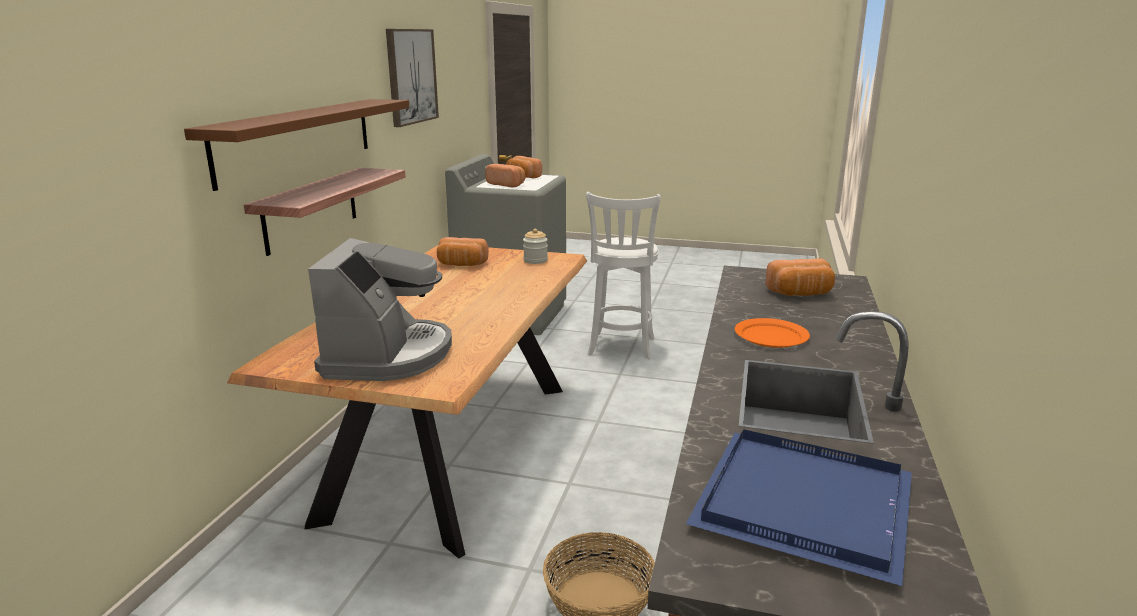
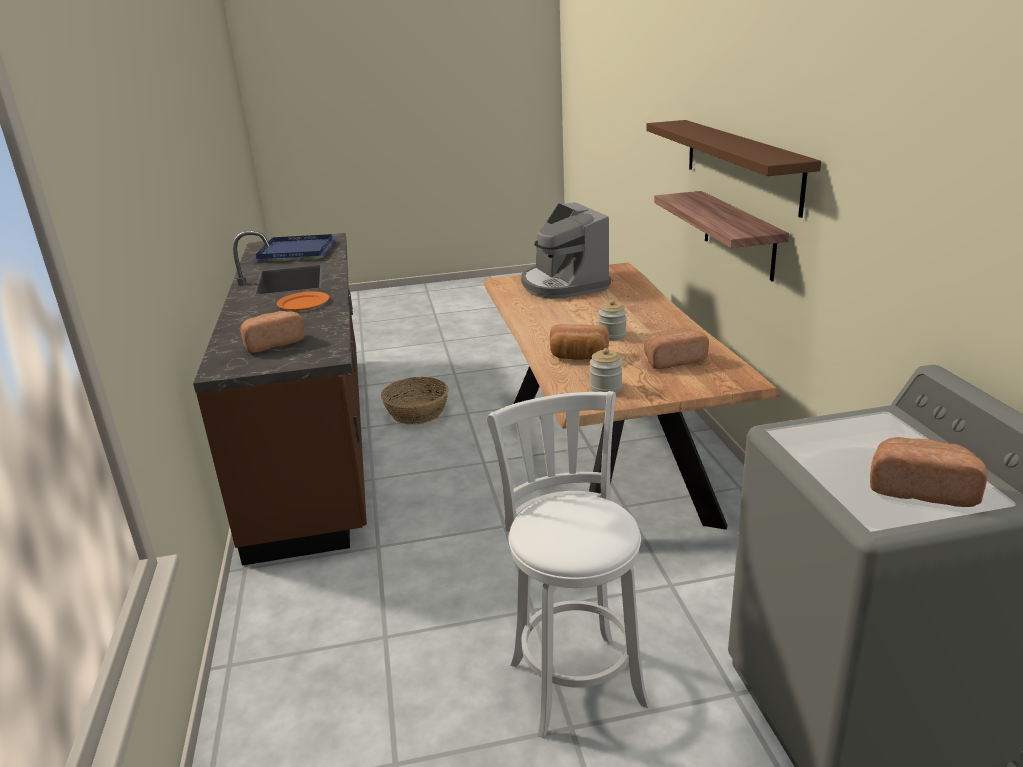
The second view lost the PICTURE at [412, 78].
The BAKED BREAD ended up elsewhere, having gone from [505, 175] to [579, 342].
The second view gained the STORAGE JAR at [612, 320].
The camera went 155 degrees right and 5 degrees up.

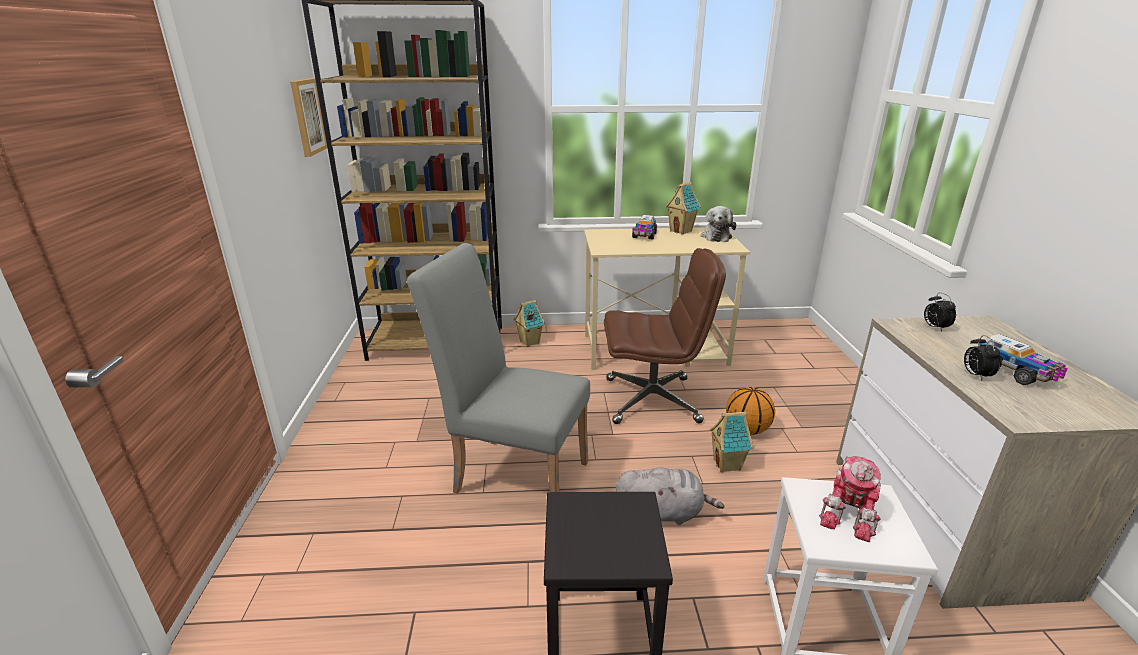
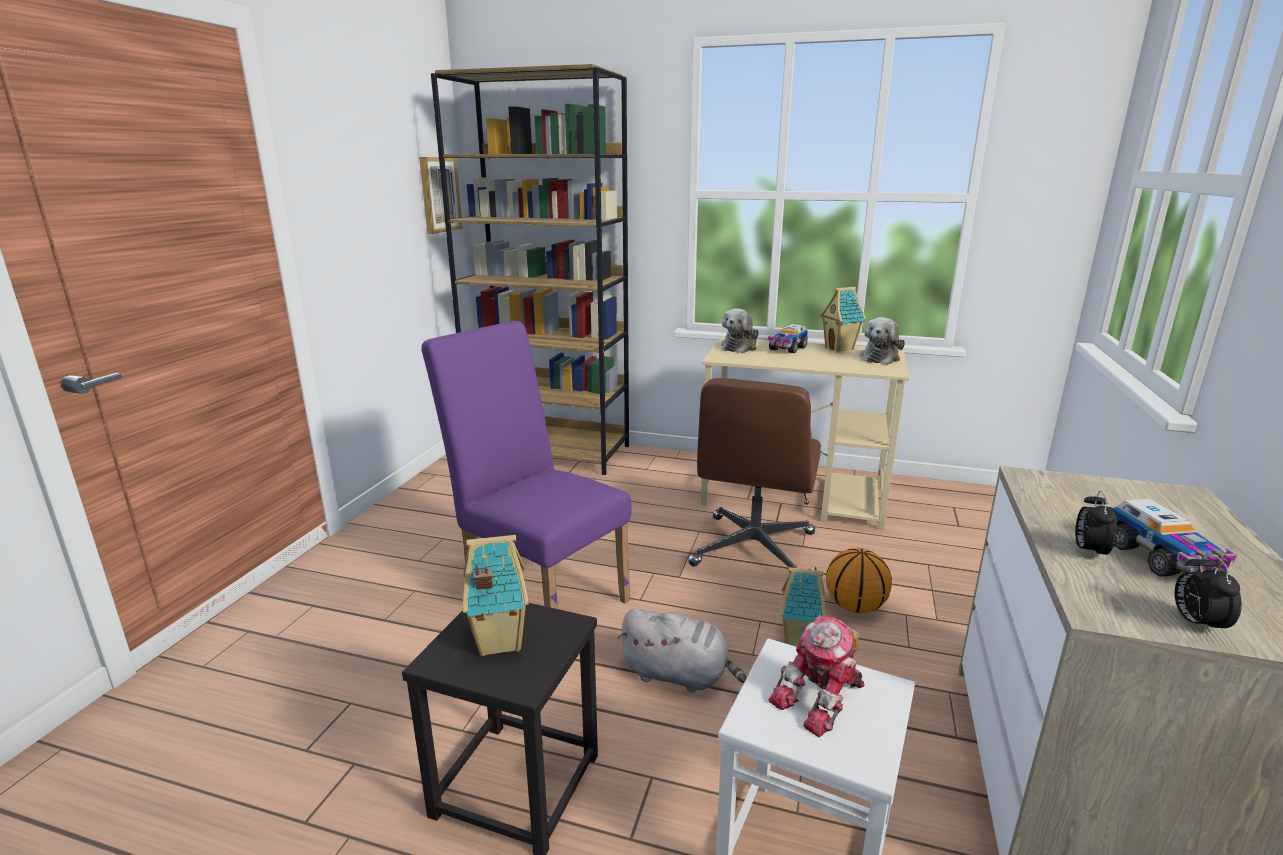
What was the GREY CHAIR at [498, 368] turned into the PURPLE CHAIR at [526, 464].
The MODEL HOUSE ended up elsewhere, having gone from [529, 323] to [496, 595].
The BROWN-COLOURED COMPUTER CHAIR at [665, 336] ended up facing another way, 90 degrees clockwise from before.
The BEDSIDE CLOCK ended up elsewhere, having gone from [940, 312] to [1208, 594].
The second view gained the SOFT TOY at [740, 330].
The camera went 20 degrees right and 5 degrees down.

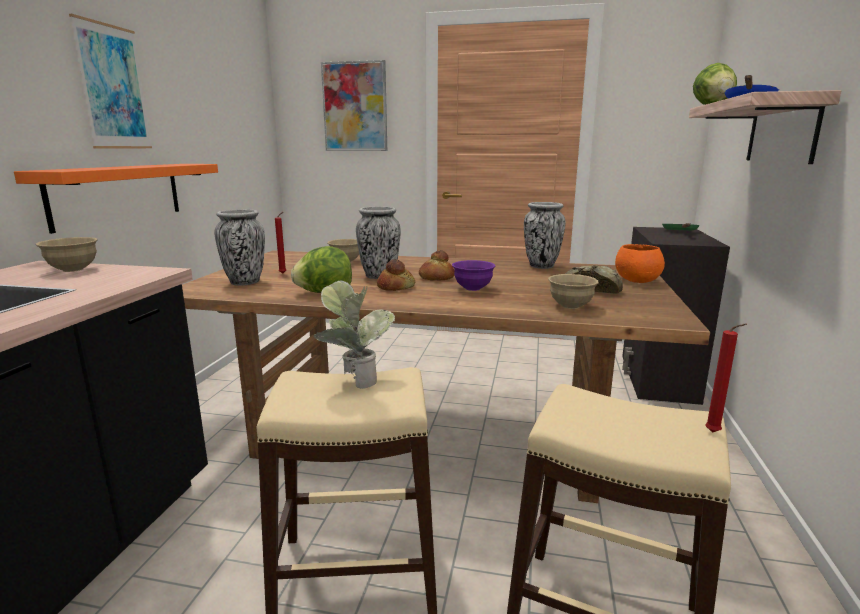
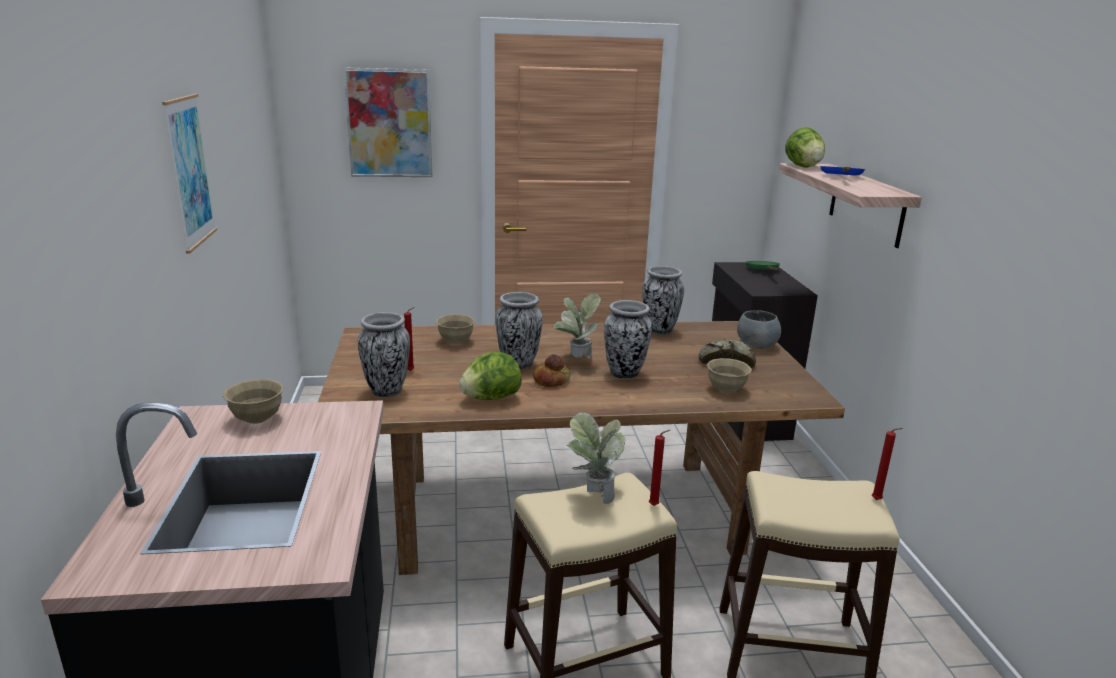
The second view lost the ORANGE-COLOURED WALL SHELF at [116, 199].
Where the BAKED BREAD stood at [437, 265], the PLANT IN A POT came to stand at [577, 327].
Where the PURPLE SERVING BOWL stood at [474, 275], the VASE came to stand at [628, 339].
What was the ORANGE-COLOURED SERVING BOWL at [640, 263] turned into the GREY SERVING BOWL at [759, 329].
The second view gained the RED-COLOURED CANDLE at [659, 468].
The camera went 20 degrees left and 5 degrees up.

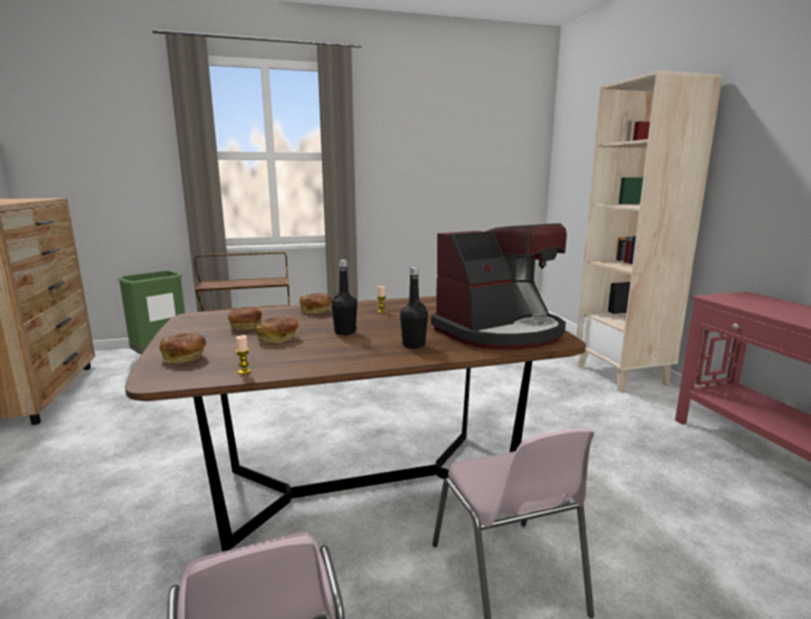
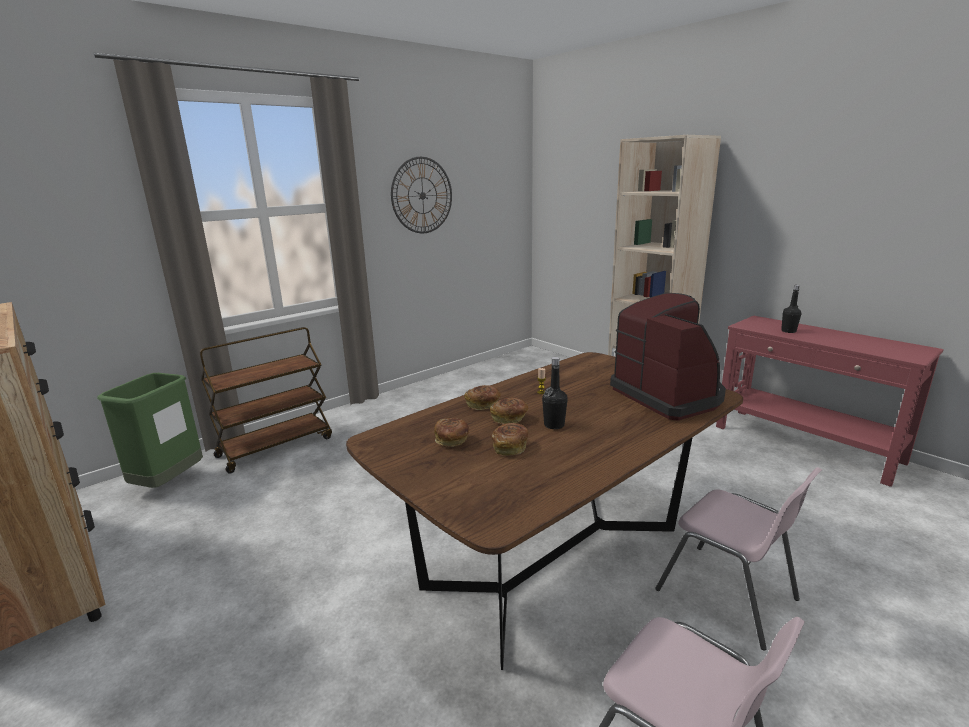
The BAKED BREAD ended up elsewhere, having gone from [183, 348] to [509, 411].
The second view lost the CANDLE at [243, 355].
The BLACKISH DRINK BOTTLE ended up elsewhere, having gone from [414, 308] to [791, 309].
The COFFEE BREWER at [499, 286] ended up facing another way, 60 degrees counterclockwise from before.
The second view gained the CLOCK ON THE WALL at [421, 195].
The camera went 25 degrees left and 5 degrees up.

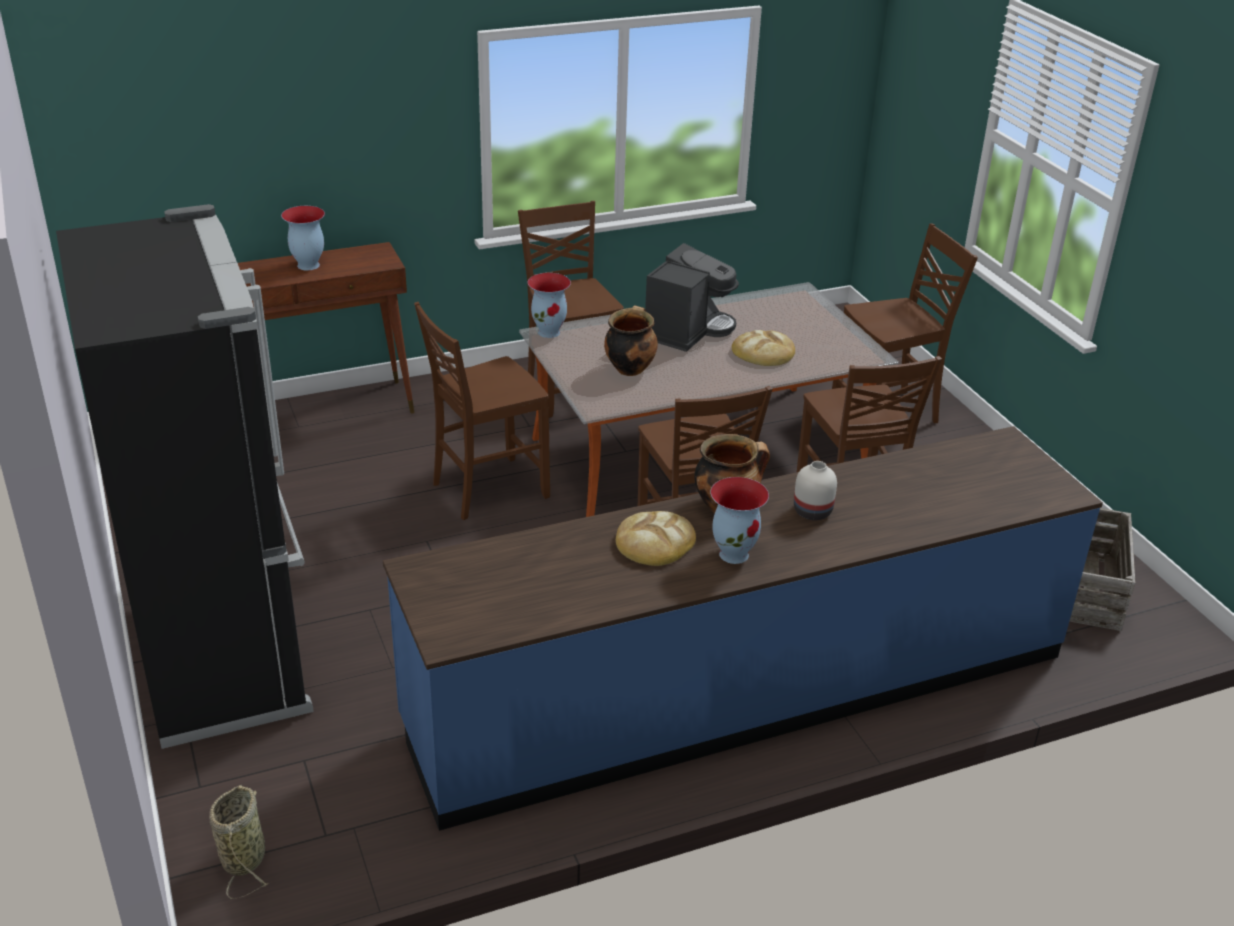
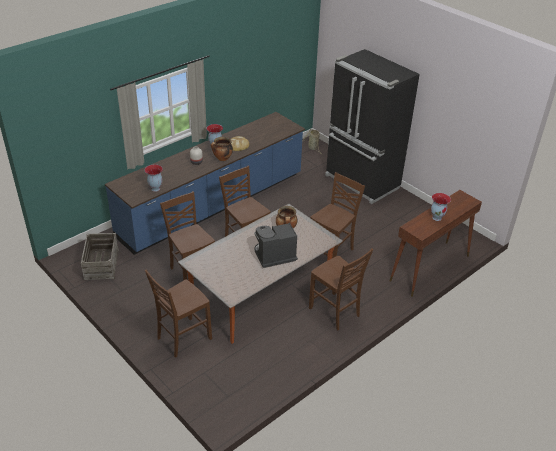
The VASE ended up elsewhere, having gone from [549, 305] to [154, 178].
The COFFEE BREWER at [692, 297] ended up facing another way, 60 degrees clockwise from before.
The second view lost the BAKED BREAD at [763, 348].
The camera went 160 degrees right and 5 degrees up.

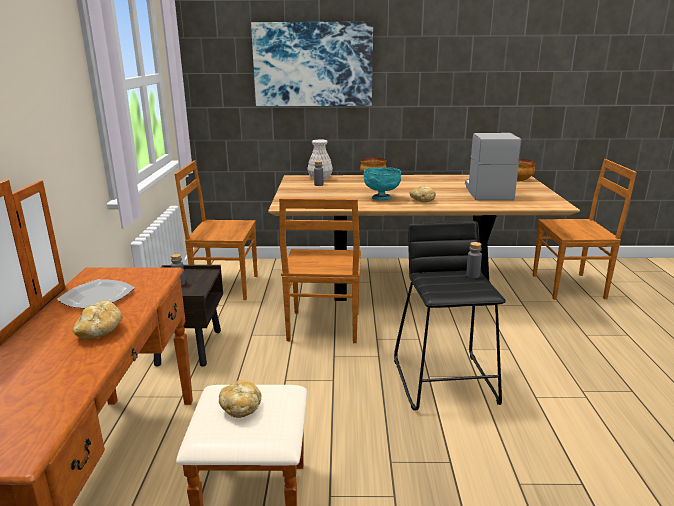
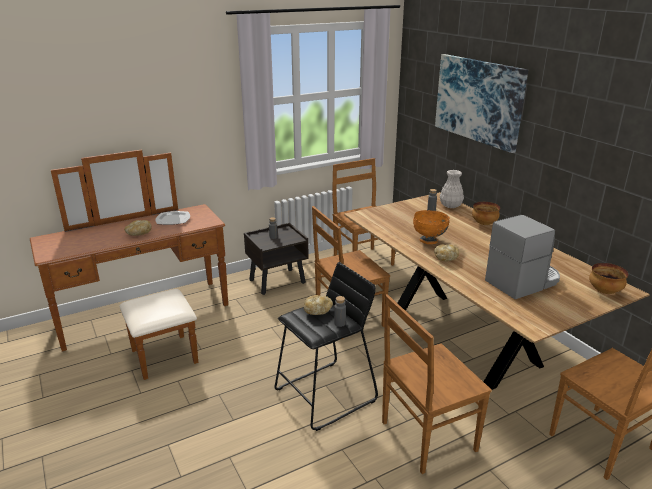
The BAKED BREAD ended up elsewhere, having gone from [240, 399] to [318, 305].
What was the TURQUOISE-COLOURED SERVING BOWL at [382, 183] turned into the ORANGE-COLOURED SERVING BOWL at [431, 227].
The second view gained the BROWN-COLOURED CHAIR at [437, 384].
The camera went 60 degrees right and 5 degrees up.

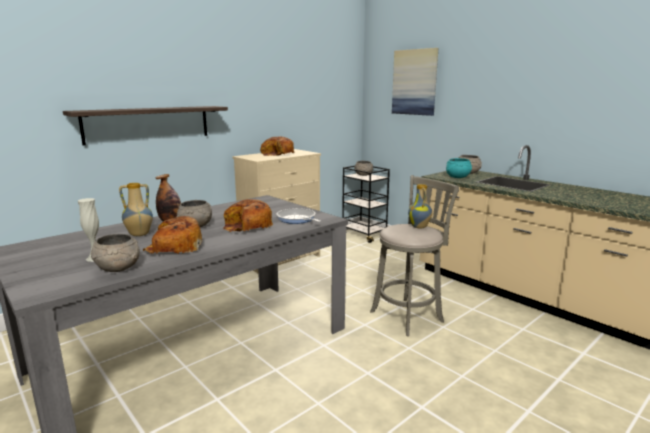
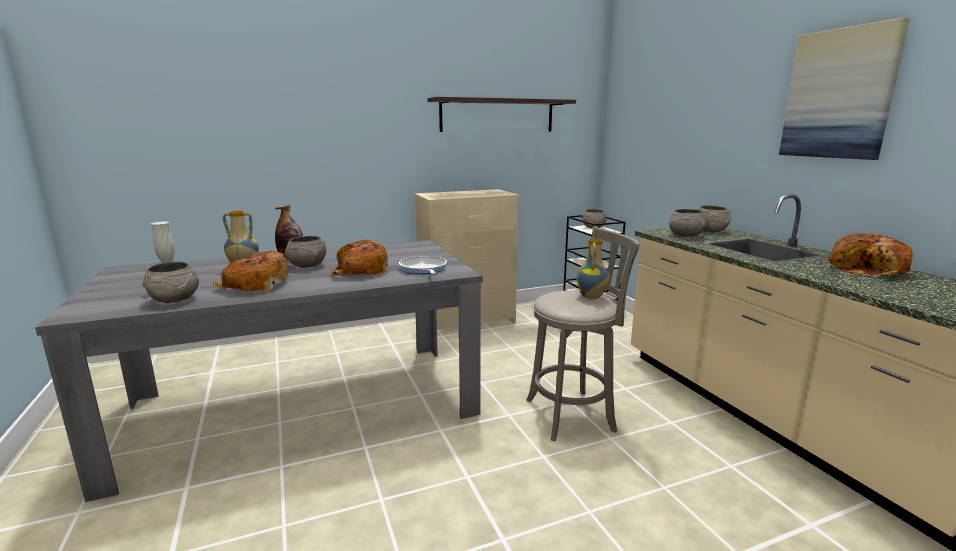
The WALL SHELF ended up elsewhere, having gone from [145, 125] to [501, 114].
The BAKED BREAD ended up elsewhere, having gone from [277, 146] to [870, 255].
The PICTURE ended up elsewhere, having gone from [415, 82] to [844, 88].
What was the TURQUOISE-COLOURED SERVING BOWL at [459, 168] turned into the GREY SERVING BOWL at [687, 223].
The camera went 20 degrees right and 0 degrees up.

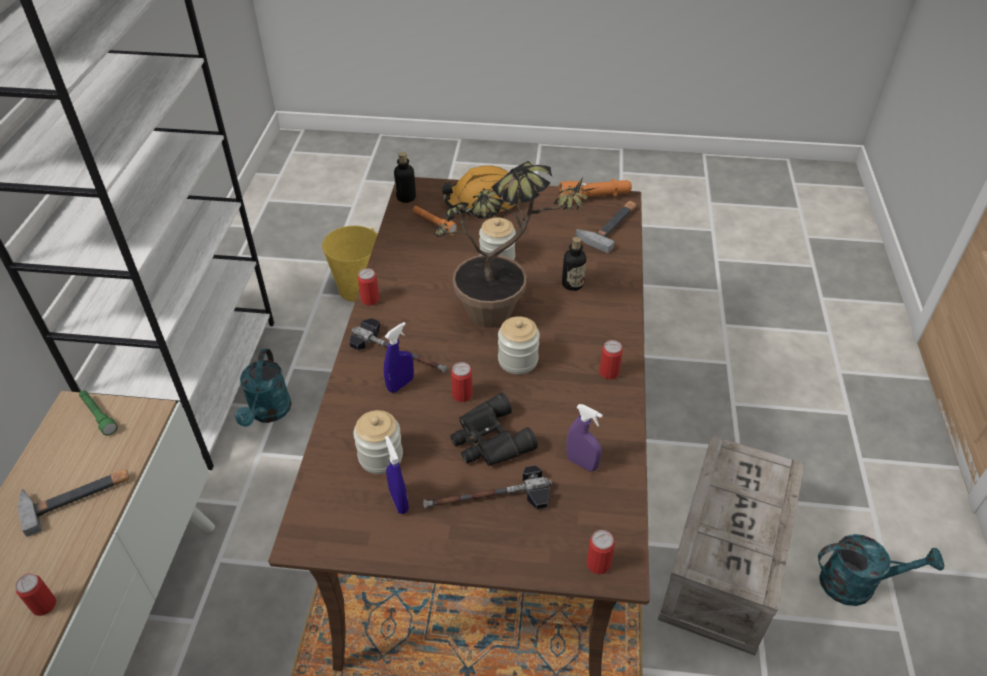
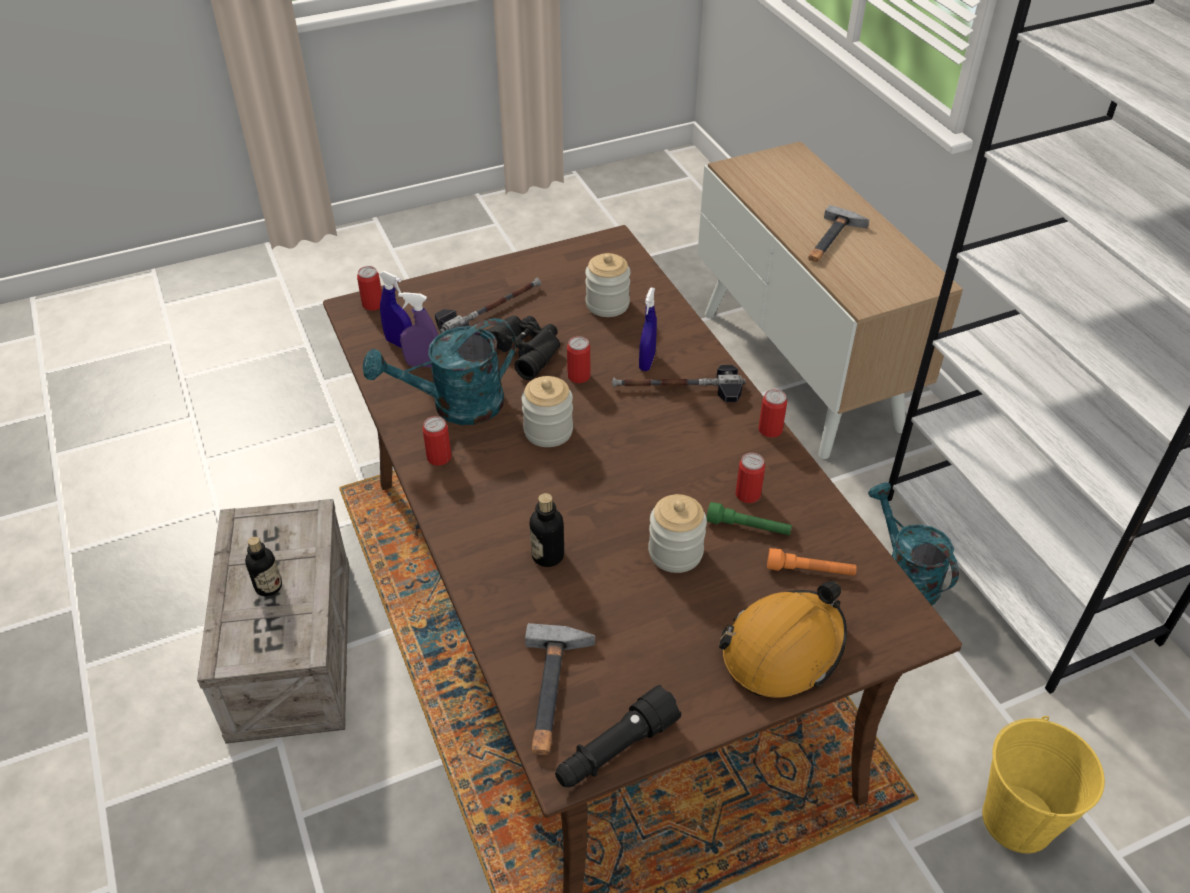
The SEALED CAN ended up elsewhere, having gone from [35, 594] to [750, 478].
The GREEN HAND TORCH ended up elsewhere, having gone from [98, 413] to [749, 518].
The BLUISH SPRAY BOTTLE ended up elsewhere, having gone from [397, 475] to [395, 309].
The DRINK BOTTLE ended up elsewhere, having gone from [405, 177] to [263, 566].
The second view lost the PLANT IN A POT at [516, 244].
What was the ORANGE-COLOURED HAND TORCH at [595, 190] turned into the BLACKISH HAND TORCH at [618, 736].
The TURQUOISE-COLOURED WATERING POT ended up elsewhere, having gone from [881, 570] to [439, 371].
The camera went 150 degrees right and 0 degrees up.

